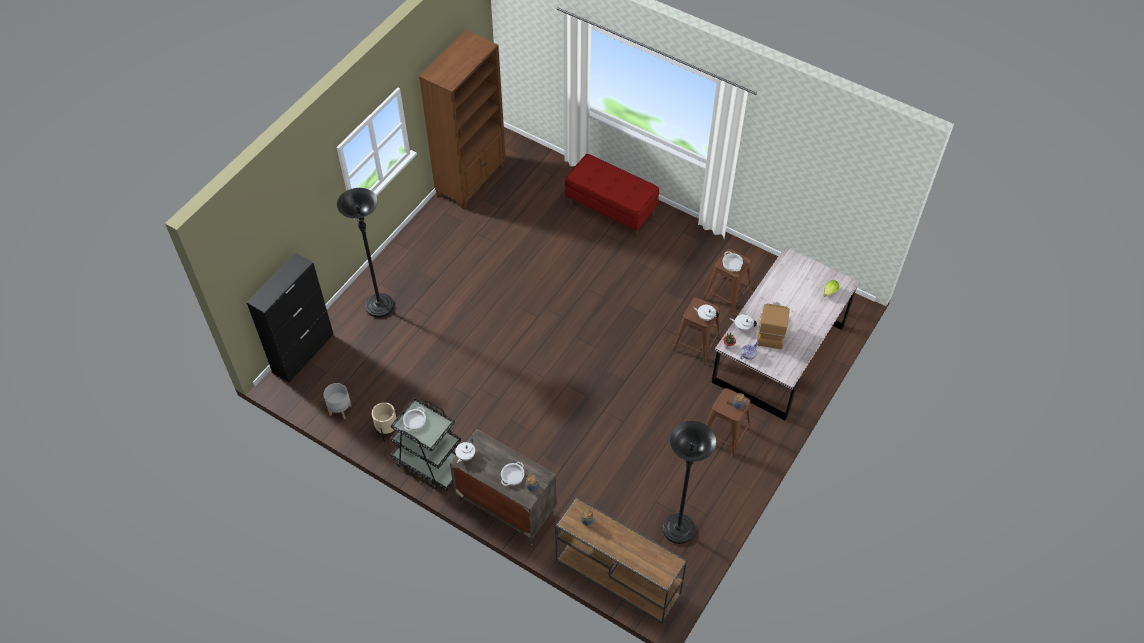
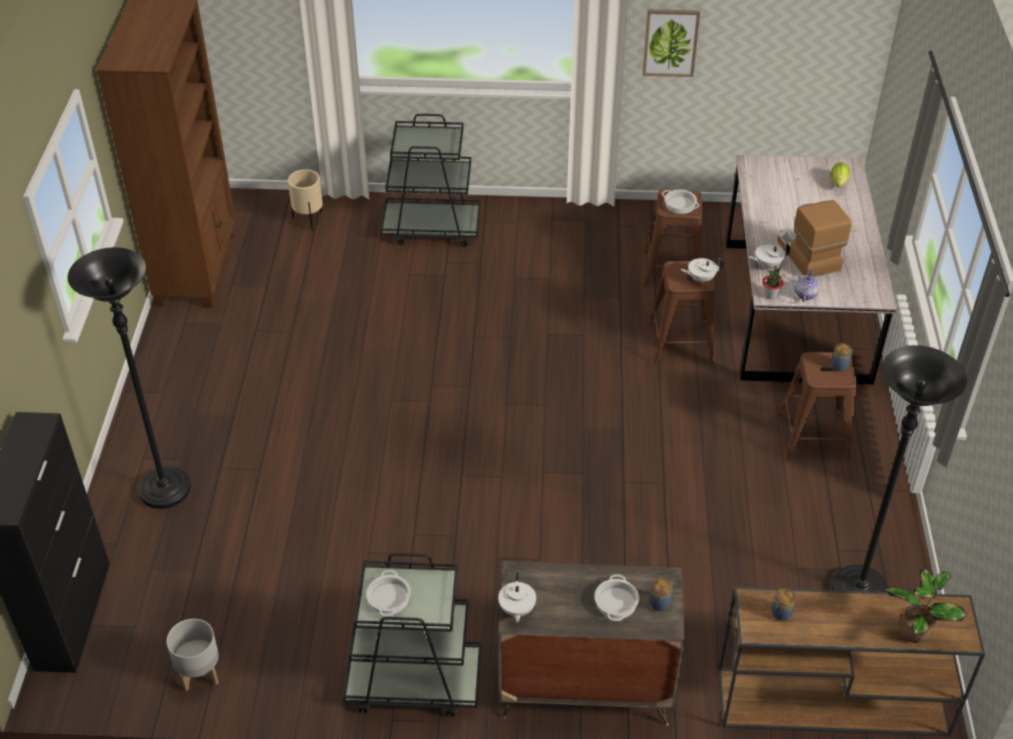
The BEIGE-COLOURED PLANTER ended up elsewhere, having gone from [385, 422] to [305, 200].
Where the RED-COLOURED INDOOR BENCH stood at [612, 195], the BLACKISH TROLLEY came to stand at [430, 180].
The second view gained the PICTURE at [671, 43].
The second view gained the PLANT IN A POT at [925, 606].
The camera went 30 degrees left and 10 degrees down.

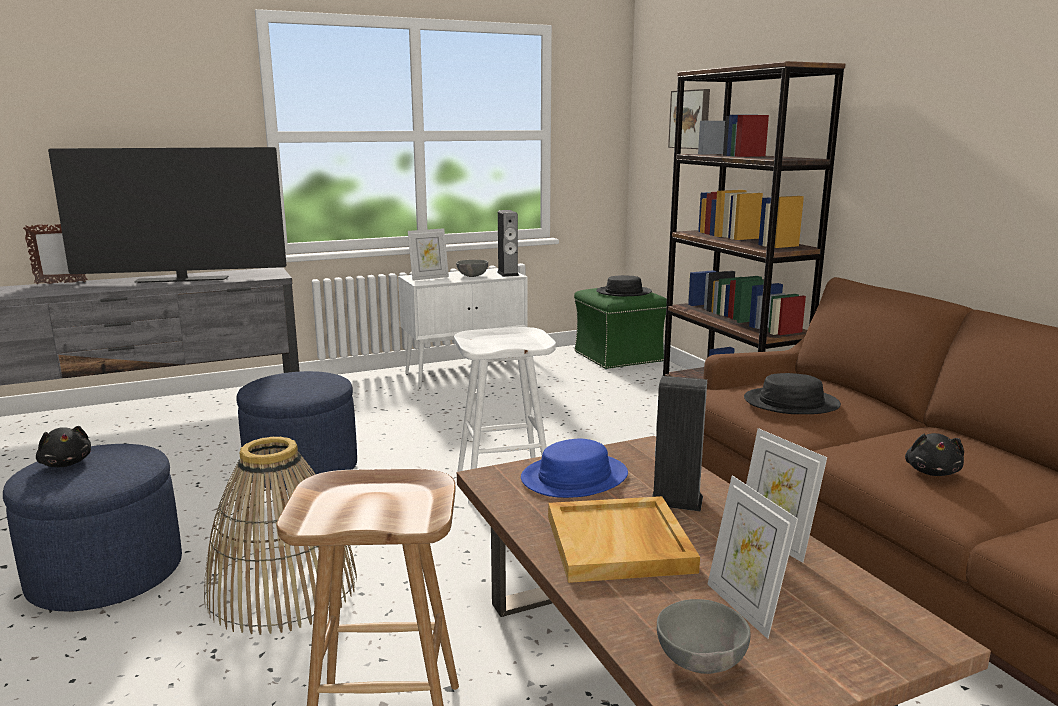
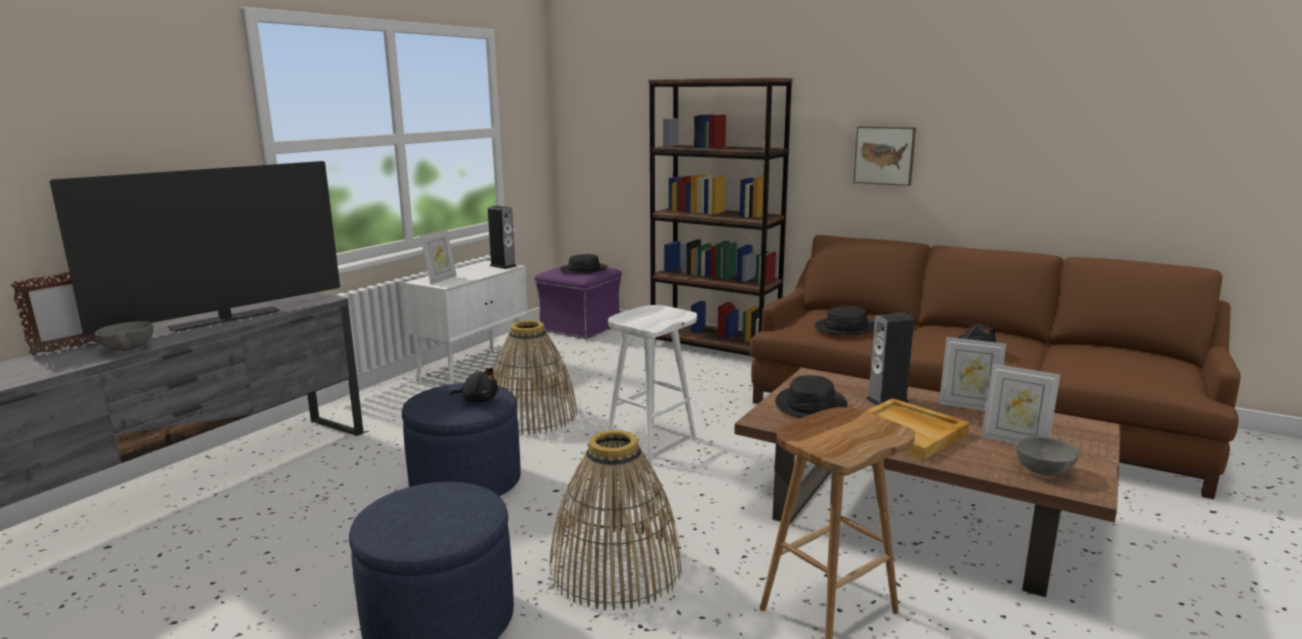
The BLACKISH SOFT TOY ended up elsewhere, having gone from [63, 446] to [474, 384].
The GREY SERVING BOWL ended up elsewhere, having gone from [472, 268] to [124, 336].
What was the BLUISH WEARABLE HAT at [574, 468] turned into the BLACKISH WEARABLE HAT at [811, 396].
What was the GREEN POUFFE at [620, 328] turned into the PURPLE POUFFE at [578, 302].
The PICTURE ended up elsewhere, having gone from [689, 119] to [884, 156].
The second view gained the BASKET at [535, 377].
The camera went 35 degrees left and 0 degrees up.

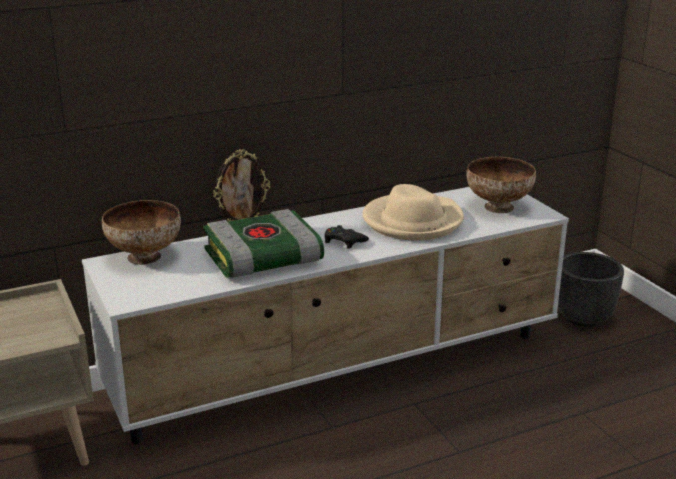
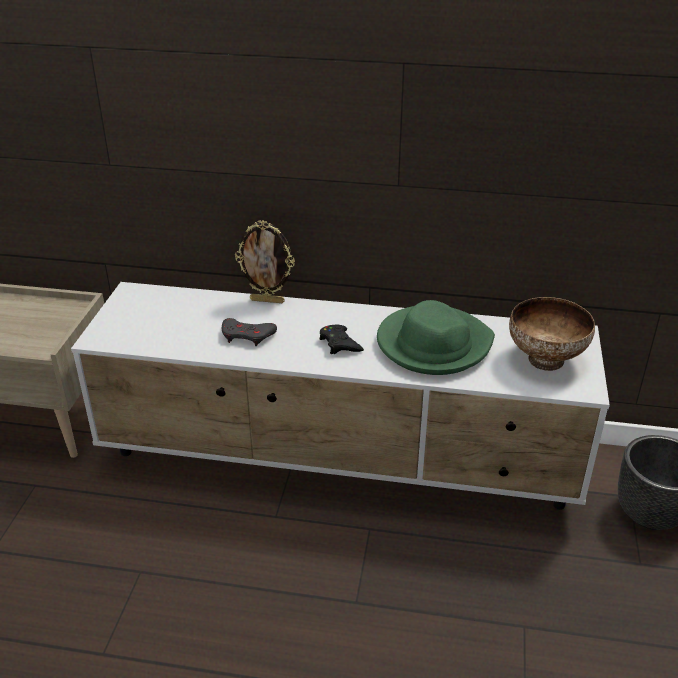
The second view lost the SERVING BOWL at [141, 232].
Where the VOLUME stood at [263, 243], the GREY JOYPAD came to stand at [249, 332].
What was the BEIGE-COLOURED WEARABLE HAT at [413, 212] turned into the GREEN WEARABLE HAT at [436, 337].
The camera went 35 degrees right and 10 degrees up.

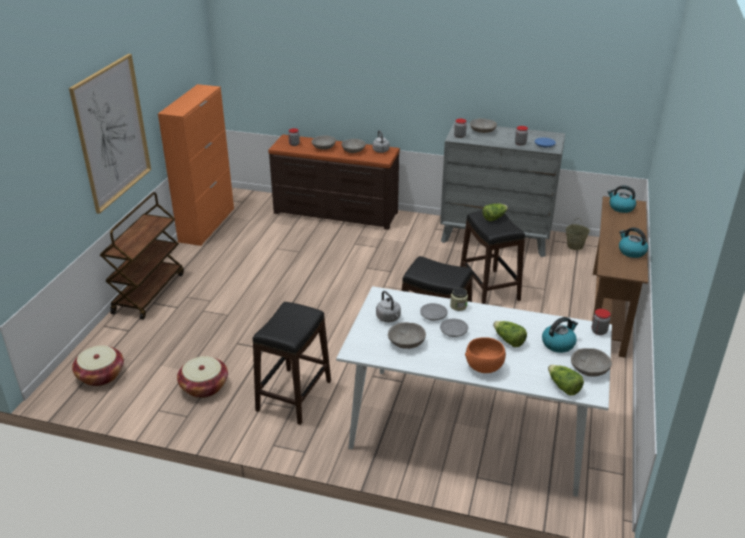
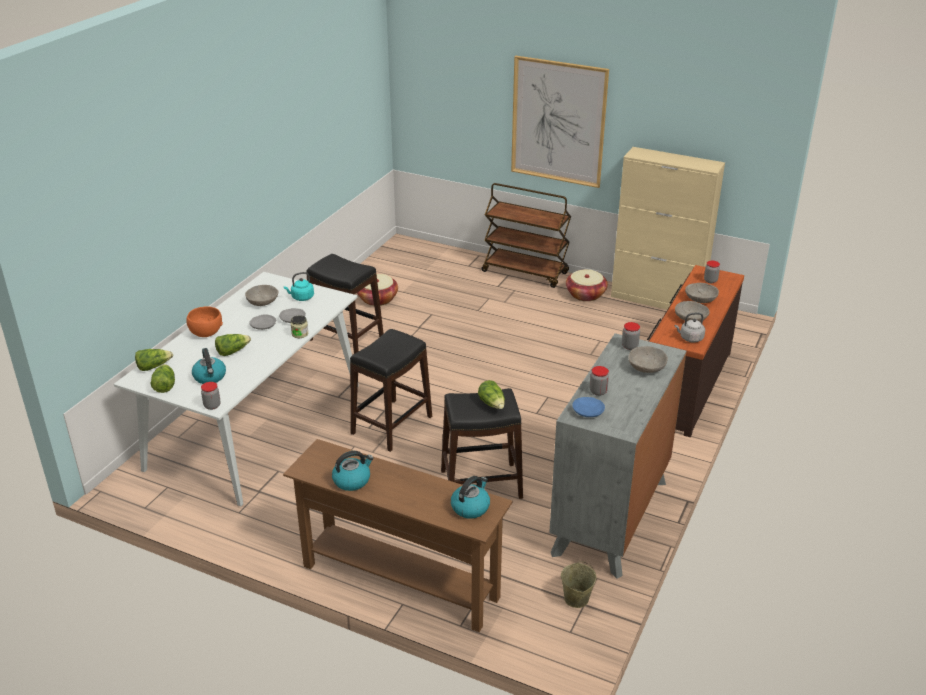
The BASKET ended up elsewhere, having gone from [98, 365] to [587, 285].
What was the ORANGE-COLOURED CUPBOARD at [196, 165] turned into the BEIGE-COLOURED CUPBOARD at [668, 228].
What was the GREY WATER KETTLE at [388, 306] turned into the TURQUOISE-COLOURED WATER KETTLE at [299, 286].
Where the GREY SERVING BOWL stood at [591, 362], the HEAD OF LETTUCE came to stand at [162, 378].
The camera went 100 degrees right and 0 degrees up.

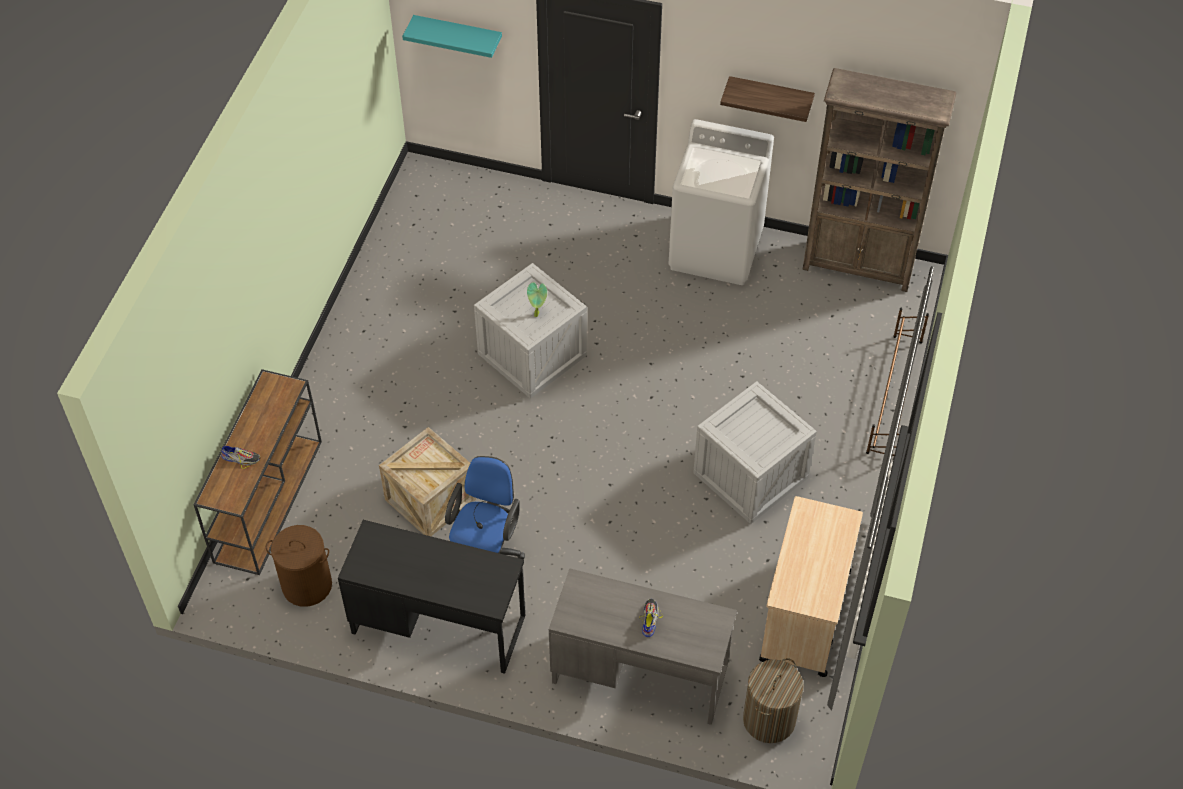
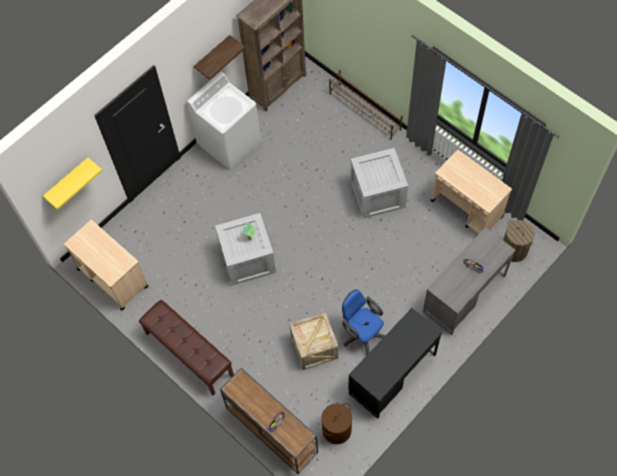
What was the TURQUOISE-COLOURED WALL SHELF at [452, 36] turned into the YELLOW-COLOURED WALL SHELF at [72, 183].
The second view gained the BEIGE-COLOURED TROLLEY at [106, 265].
The second view gained the BROWN-COLOURED INDOOR BENCH at [186, 348].
The camera went 60 degrees left and 10 degrees up.

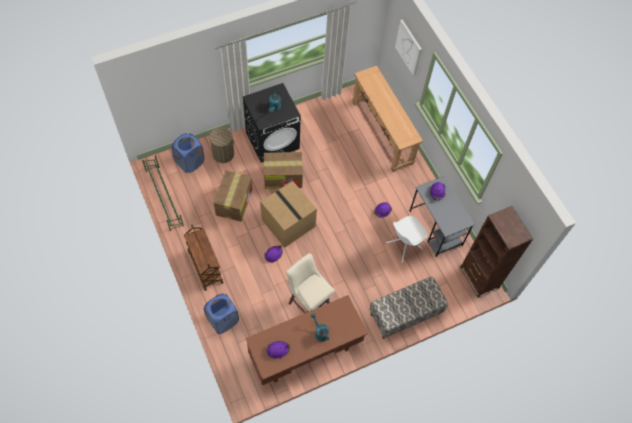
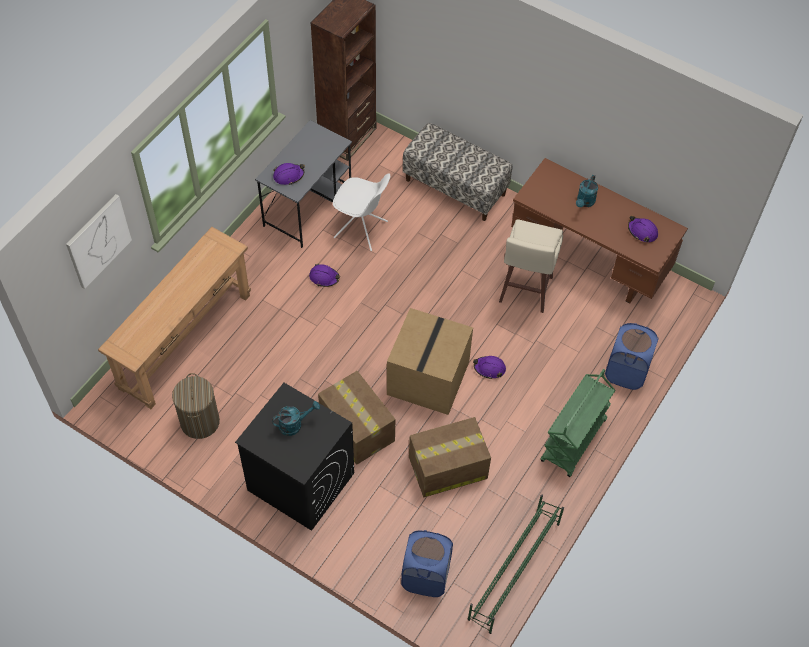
What was the BROWN-COLOURED TROLLEY at [203, 258] turned into the GREEN TROLLEY at [577, 423].
The WASHING BASKET ended up elsewhere, having gone from [221, 145] to [196, 406].
The camera went 120 degrees left and 5 degrees down.

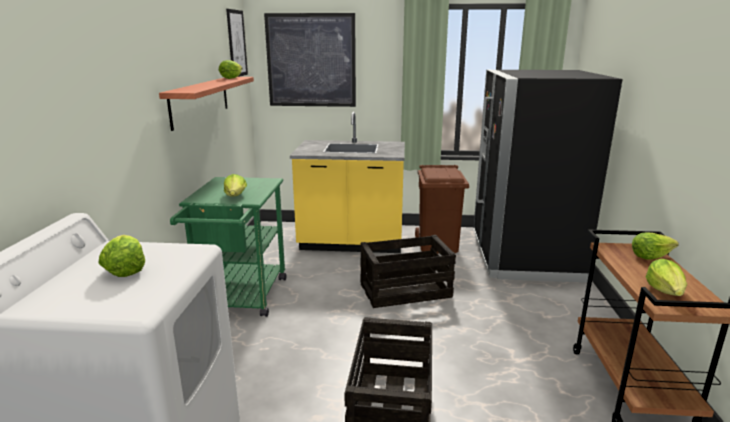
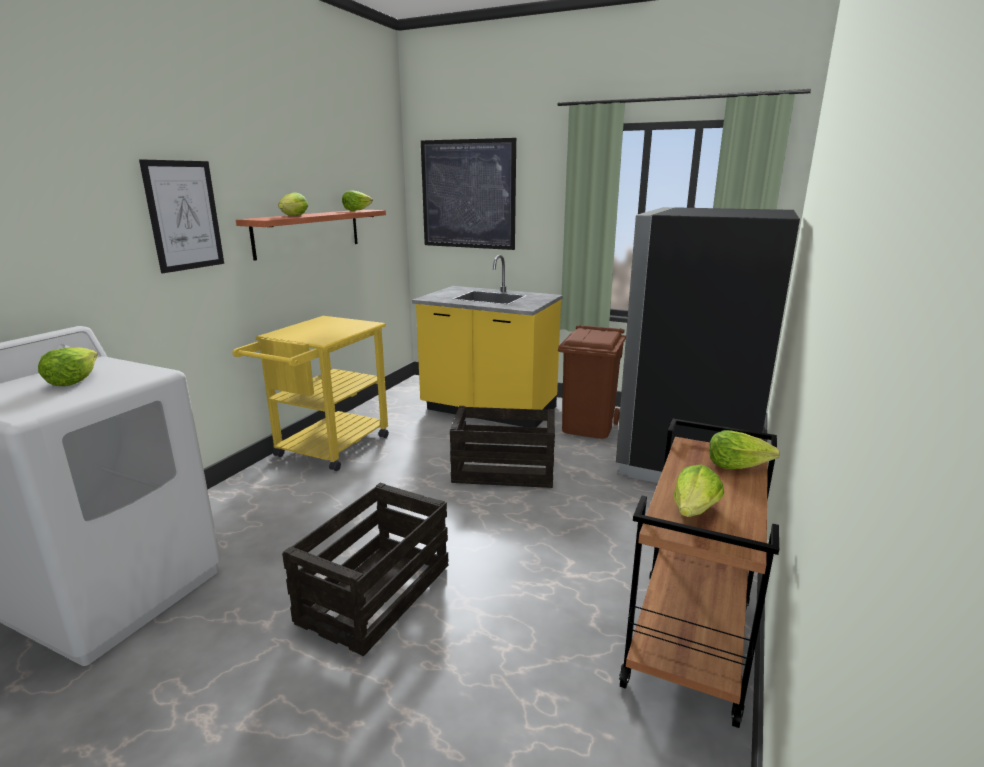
What was the GREEN TROLLEY at [228, 247] turned into the YELLOW-COLOURED TROLLEY at [310, 393].
The HEAD OF LETTUCE ended up elsewhere, having gone from [235, 185] to [293, 204].
The PICTURE ended up elsewhere, having gone from [237, 43] to [181, 216].
The camera went 20 degrees right and 0 degrees up.

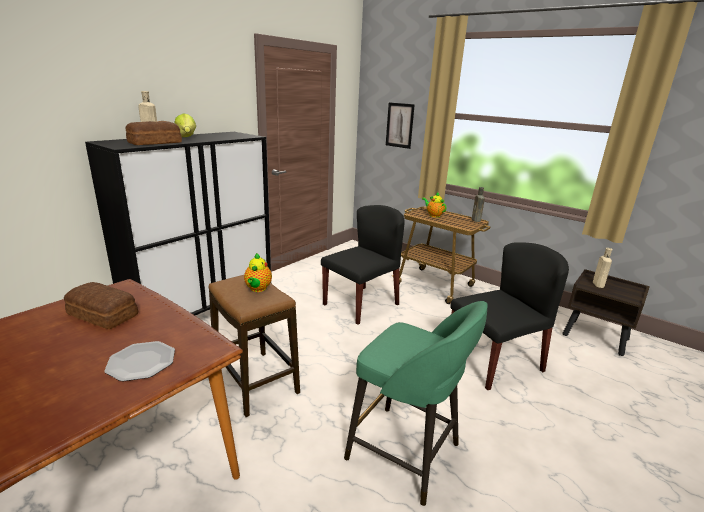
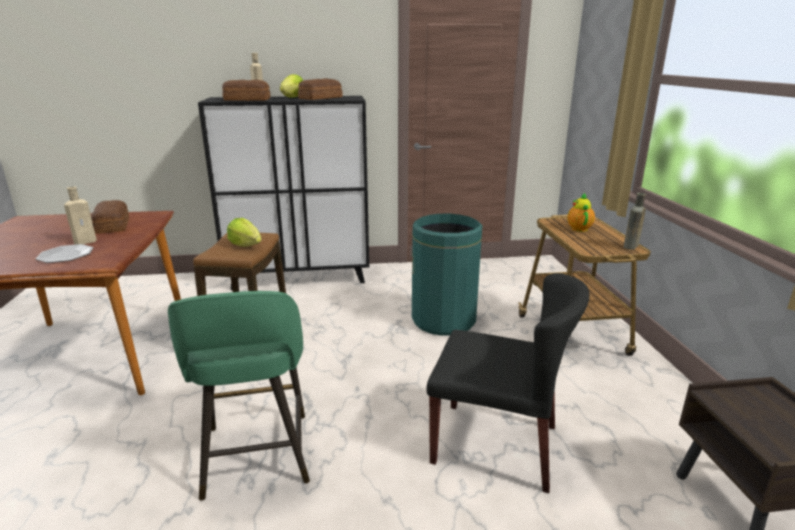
Where the POT FOR TEA stood at [258, 272], the HEAD OF LETTUCE came to stand at [244, 232].
Where the BLACKISH CHAIR stood at [363, 265], the GREEN TRASH CAN came to stand at [447, 275].
The second view lost the PICTURE at [400, 125].
The BEIGE-COLOURED DRINK BOTTLE ended up elsewhere, having gone from [603, 268] to [80, 215].
The second view gained the BAKED BREAD at [320, 89].
The camera went 45 degrees right and 0 degrees up.

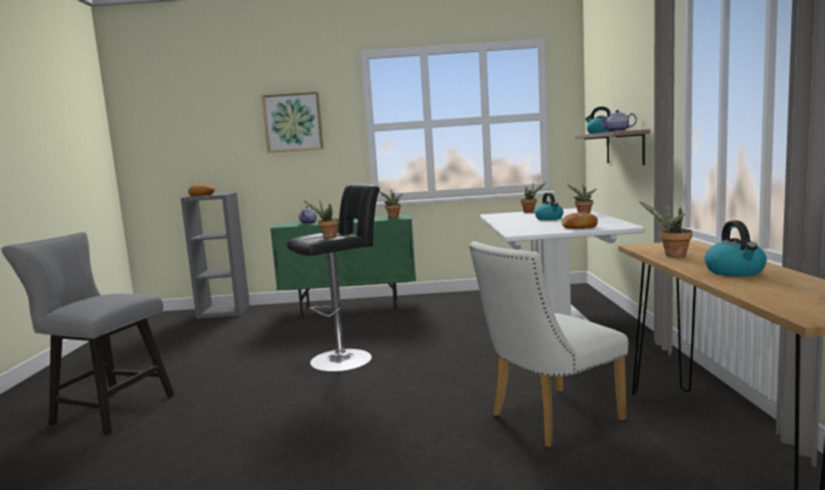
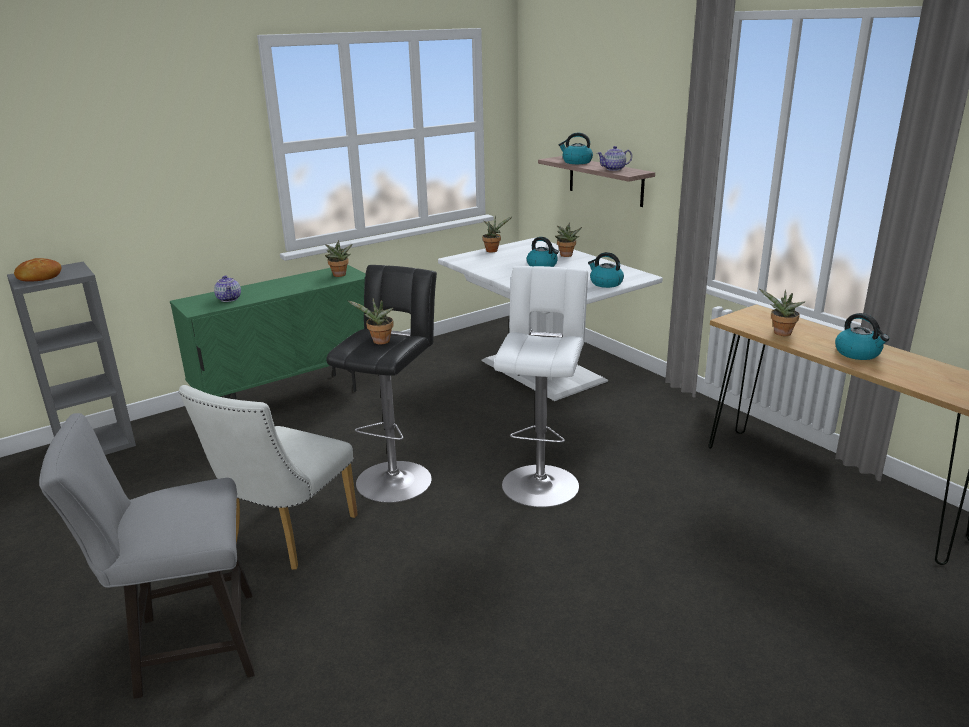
The second view lost the PICTURE at [292, 122].
The WHITE-COLOURED CHAIR ended up elsewhere, having gone from [548, 344] to [268, 477].
Where the BAKED BREAD stood at [580, 221], the WATER KETTLE came to stand at [606, 270].
The second view gained the WHITE-COLOURED SITTING STOOL at [541, 386].
The camera went 35 degrees left and 15 degrees up.

